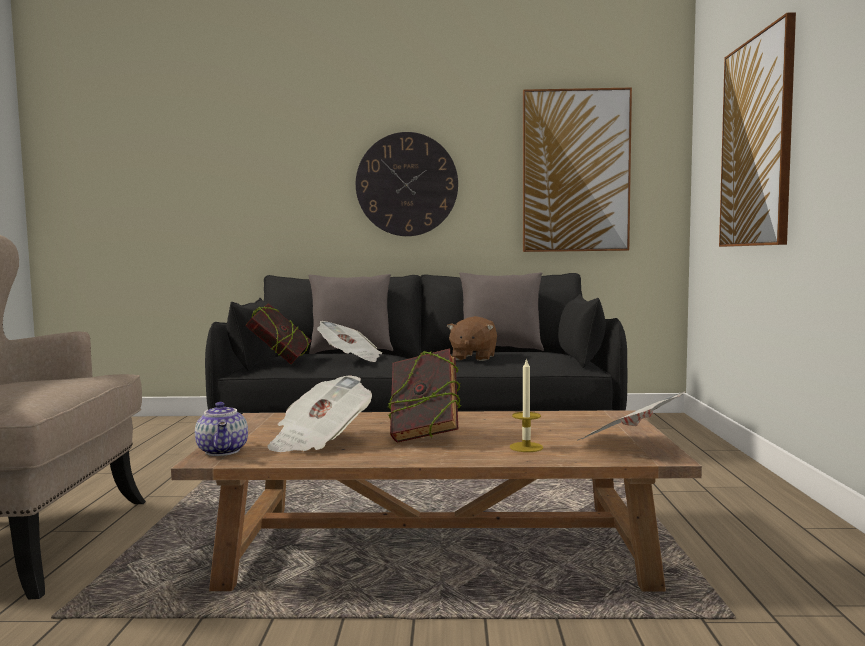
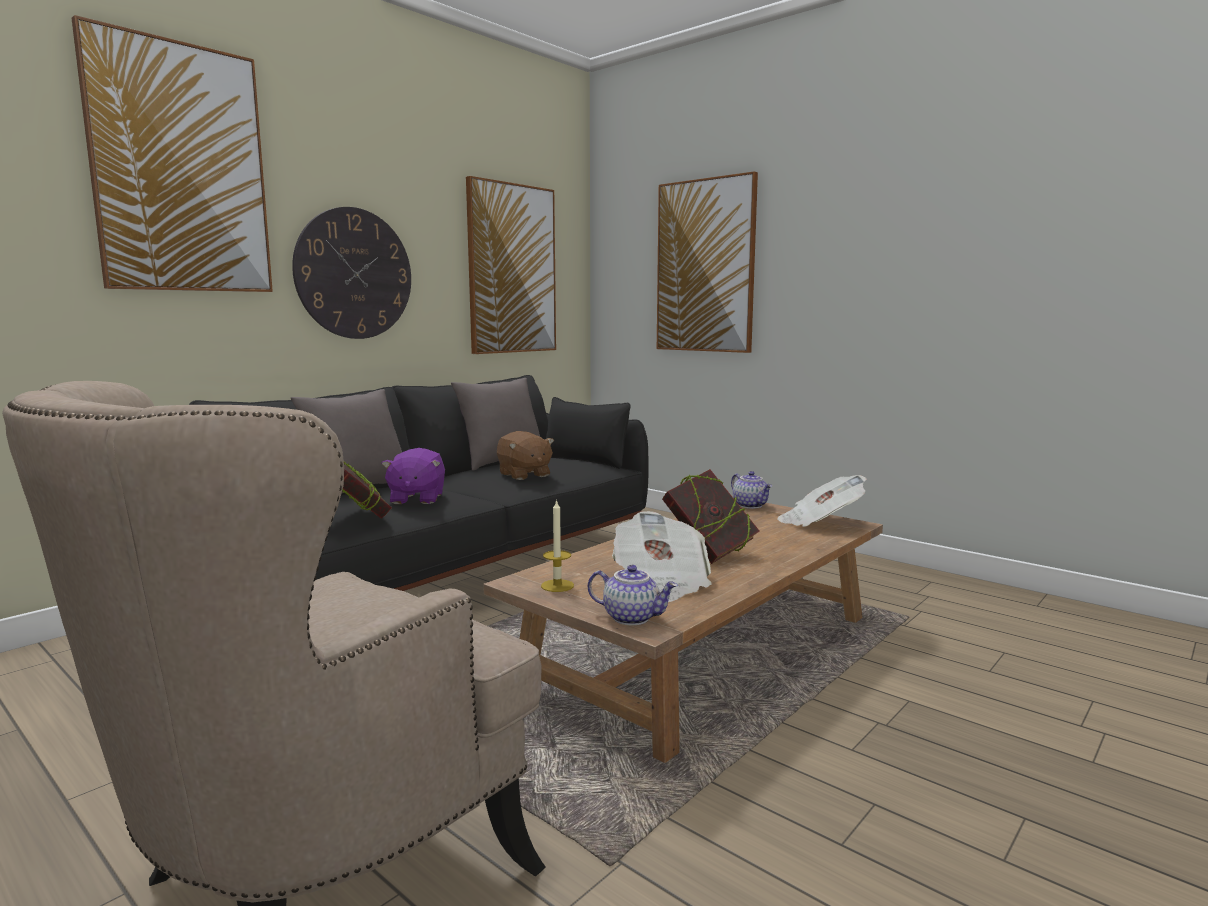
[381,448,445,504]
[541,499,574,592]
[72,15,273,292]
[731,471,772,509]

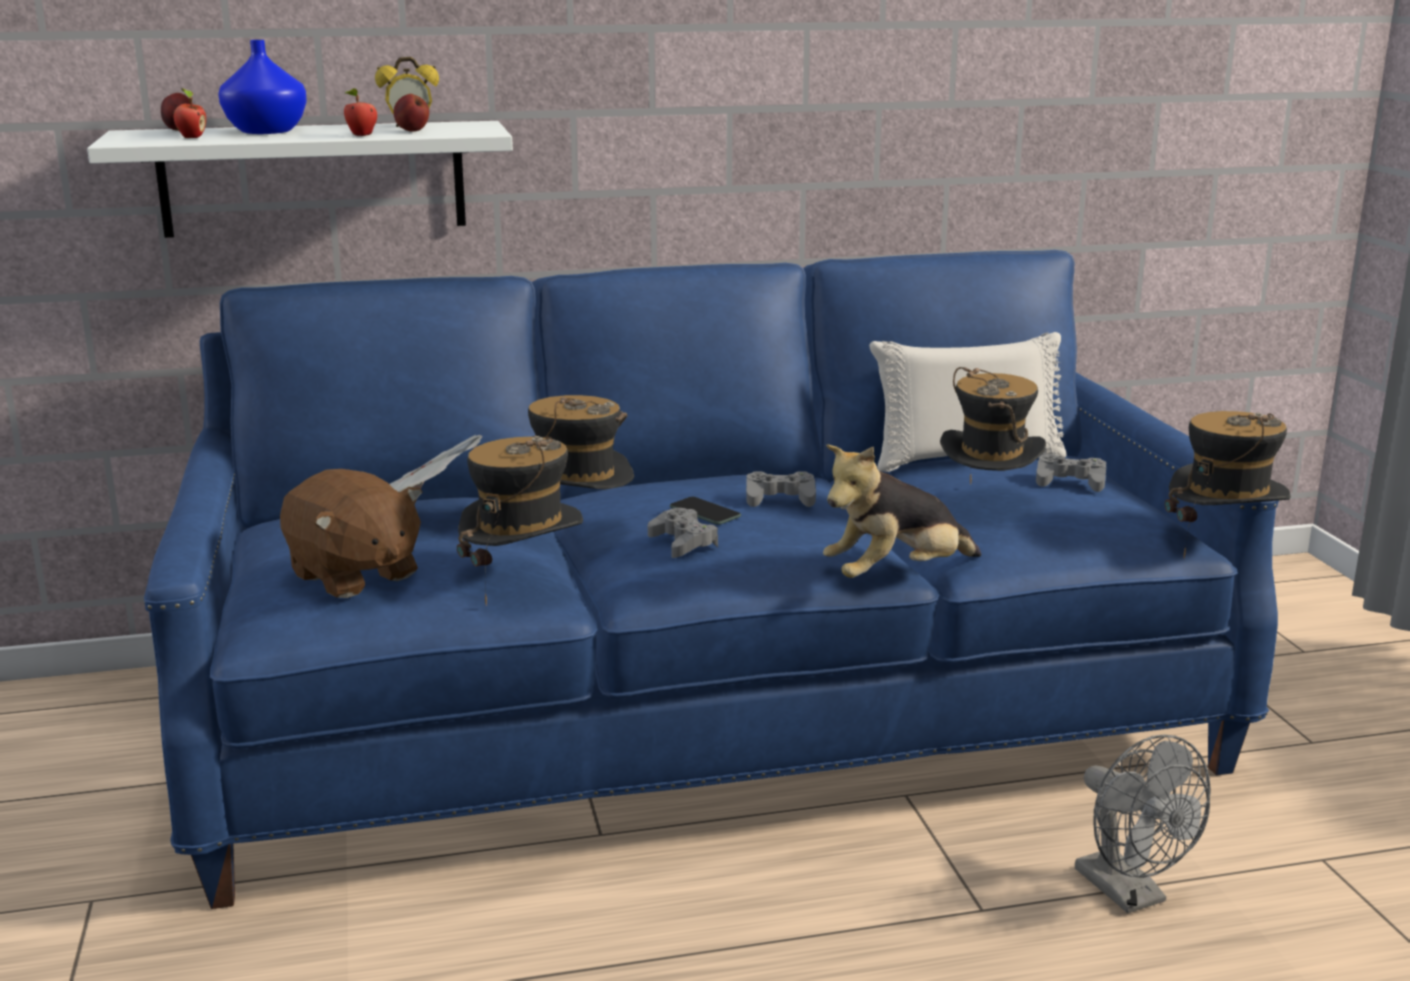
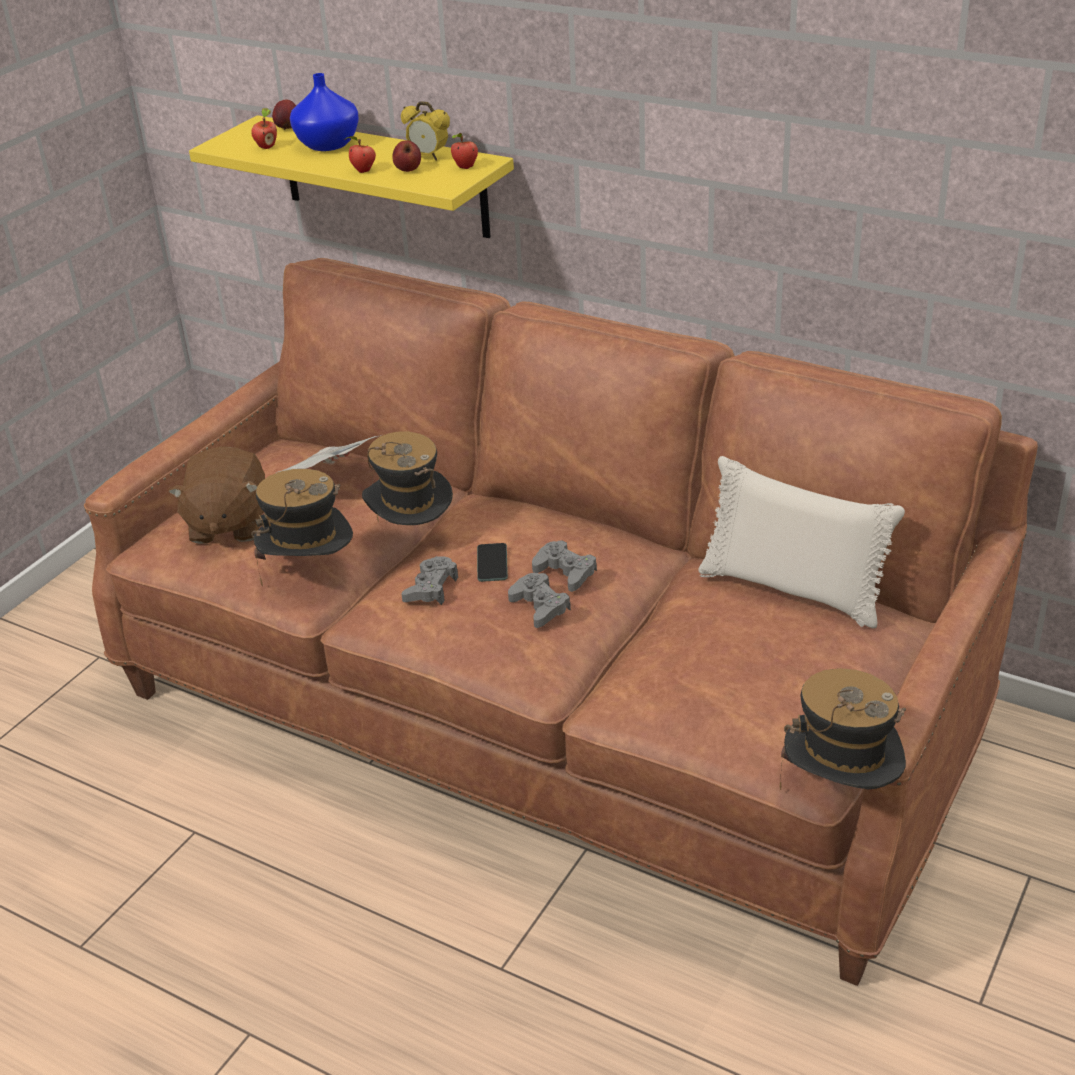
[189,115,514,238]
[84,258,1038,986]
[823,444,982,578] (first image)
[940,367,1046,485] (first image)
[508,573,571,628]
[1075,734,1211,914] (first image)
[451,133,478,169]

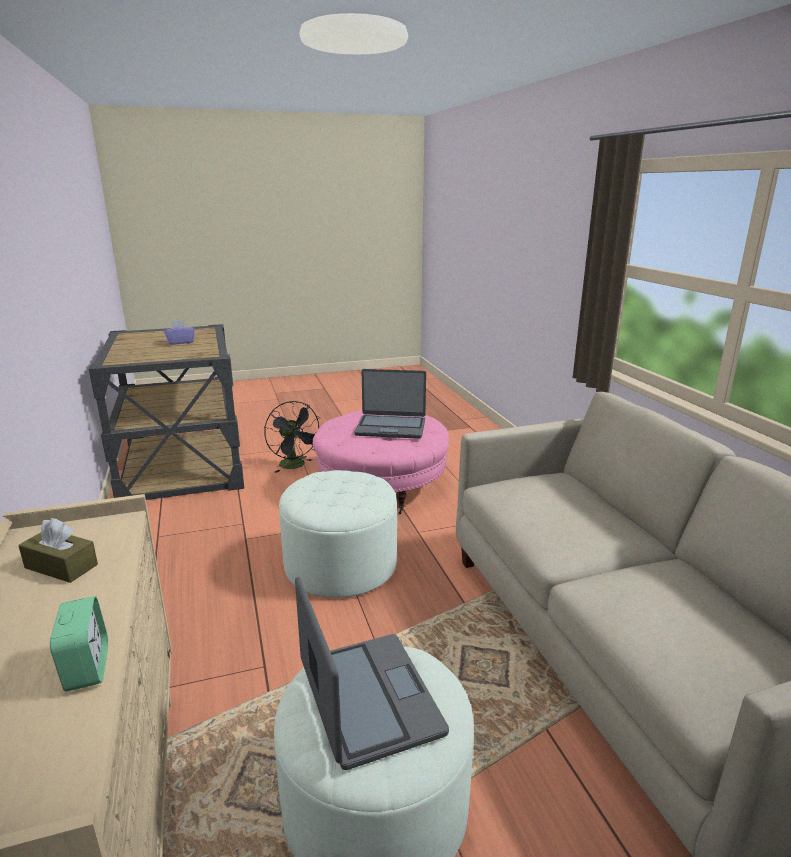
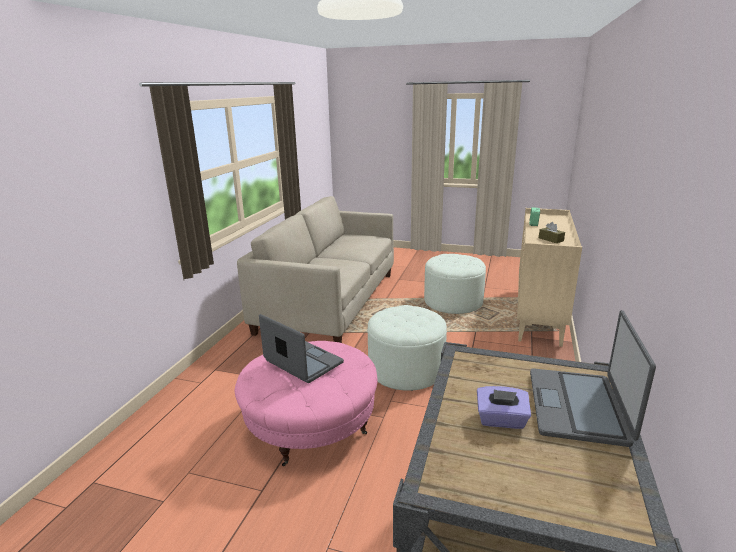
[265,401,321,473] (first image)
[530,310,656,447]

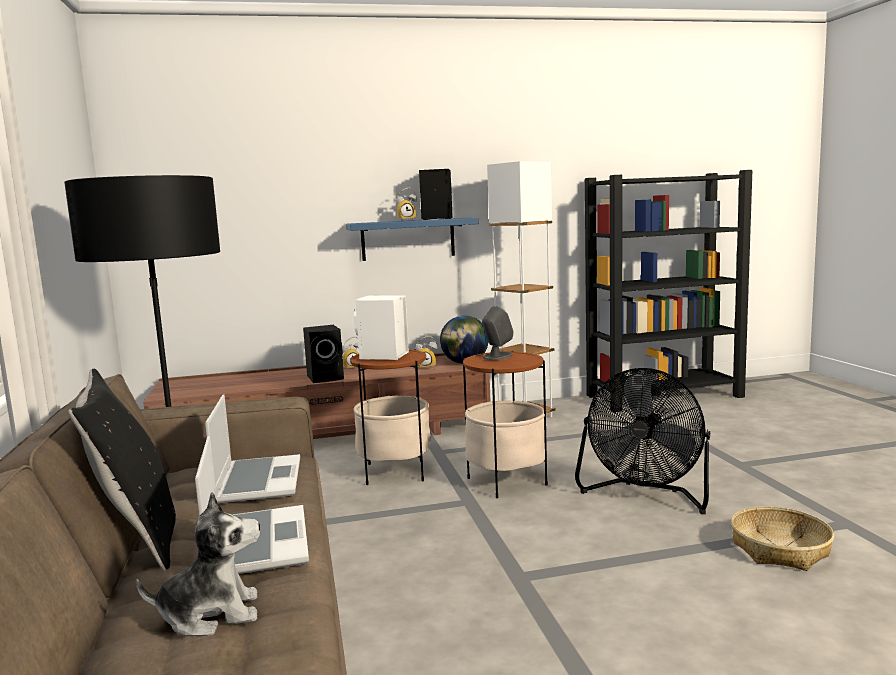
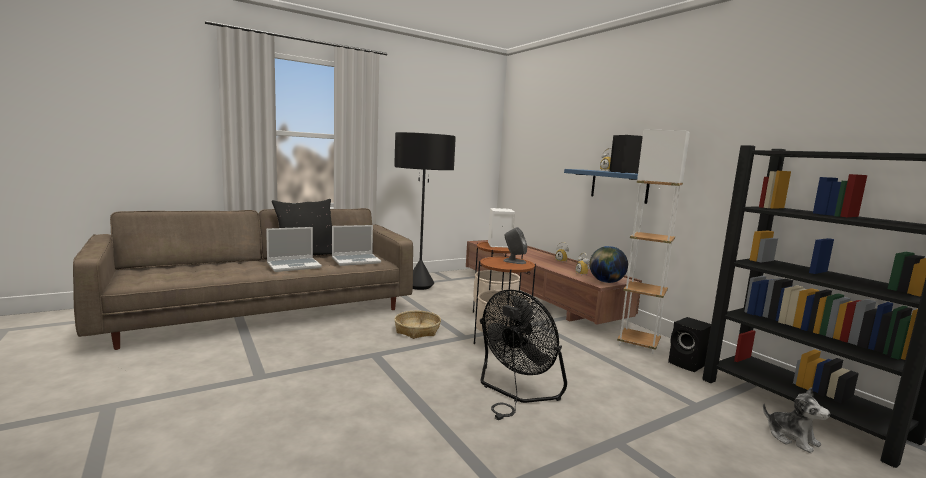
[763,387,830,453]
[668,317,711,372]
[480,290,567,420]
[394,311,441,339]

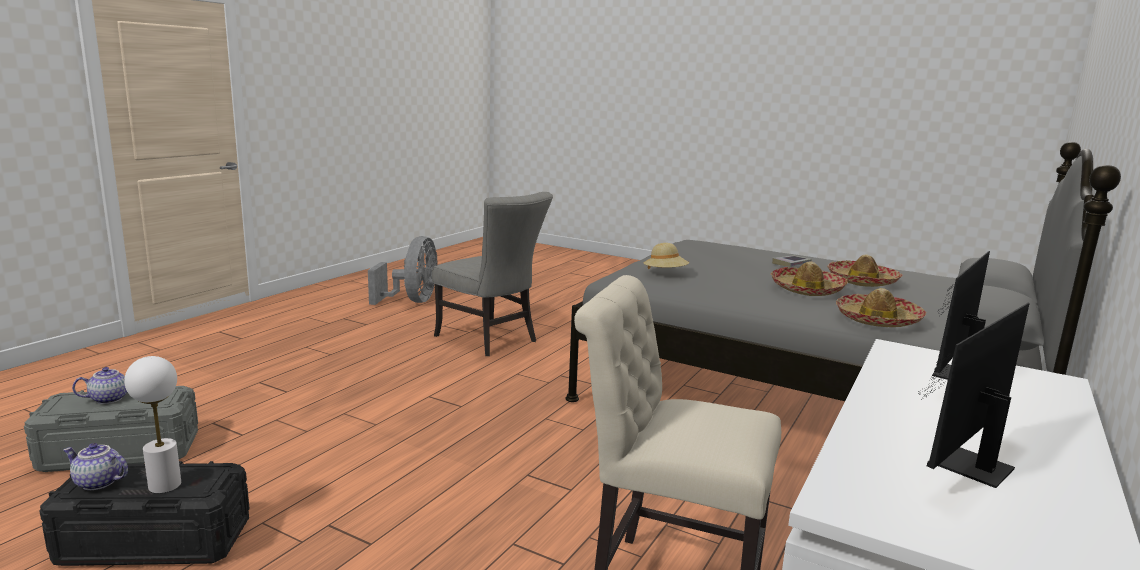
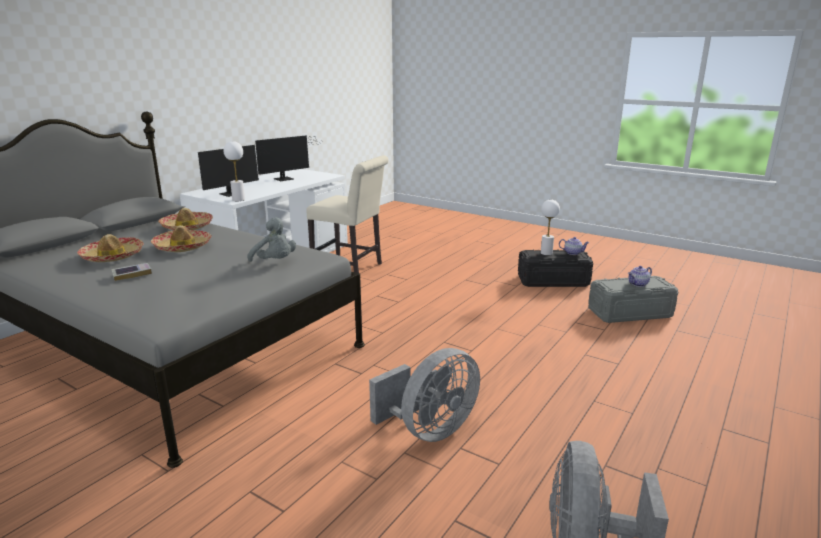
[369,348,480,442]
[247,217,296,262]
[223,141,245,201]

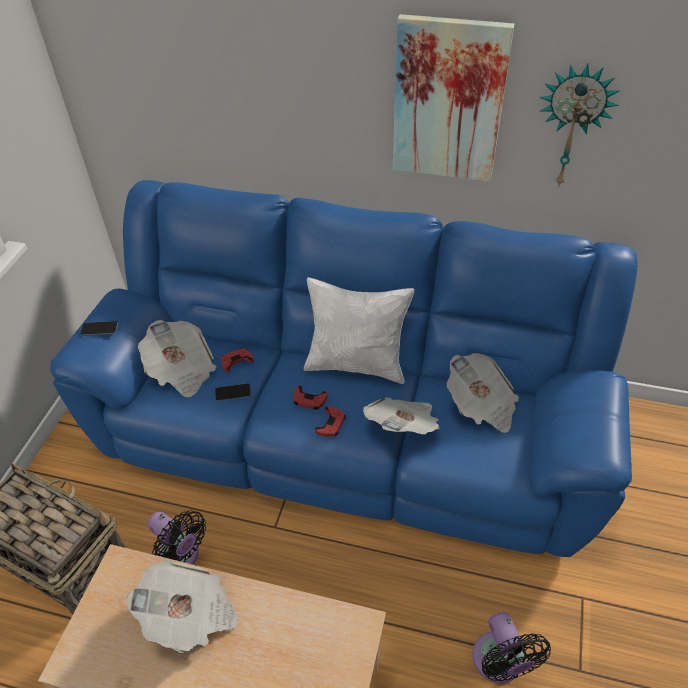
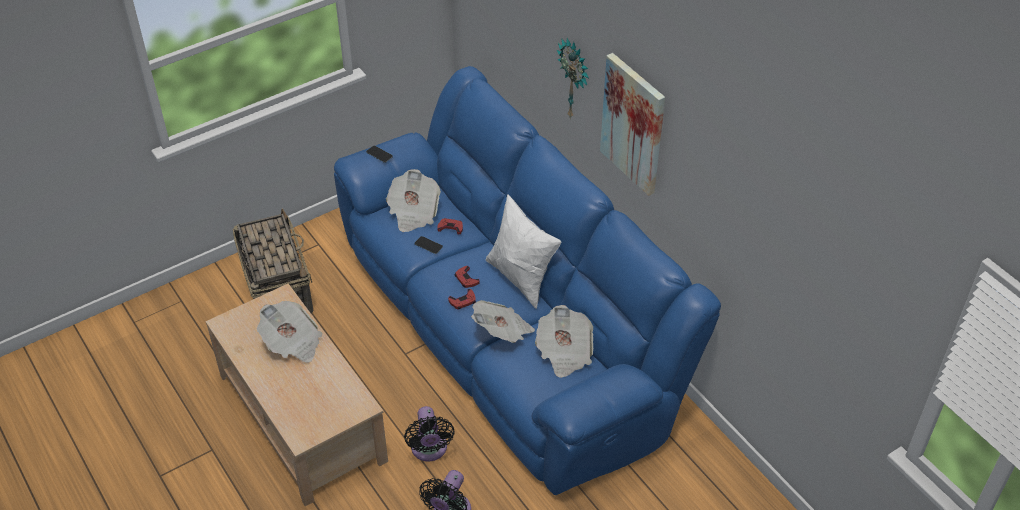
[404,406,455,461]
[557,38,589,118]

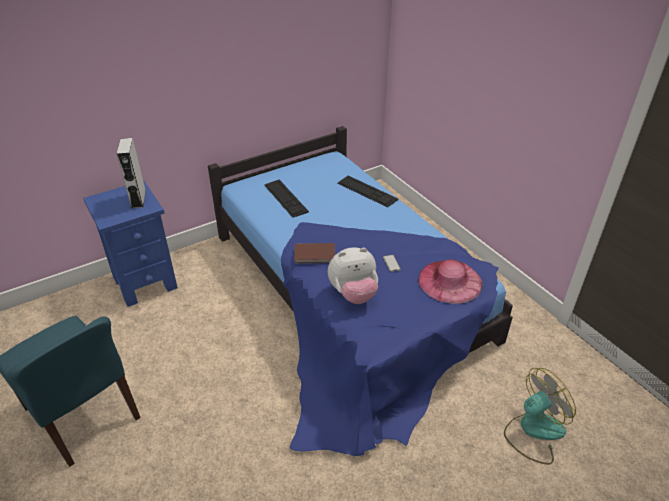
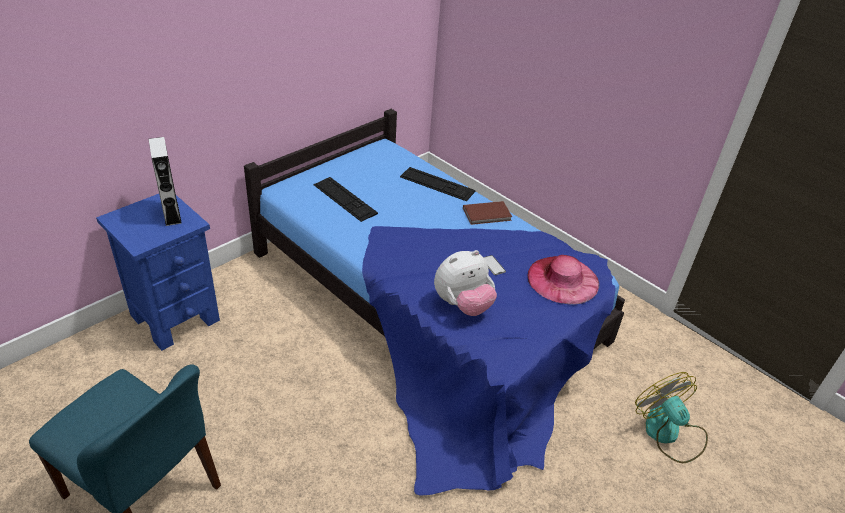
[463,201,512,225]
[635,372,708,463]

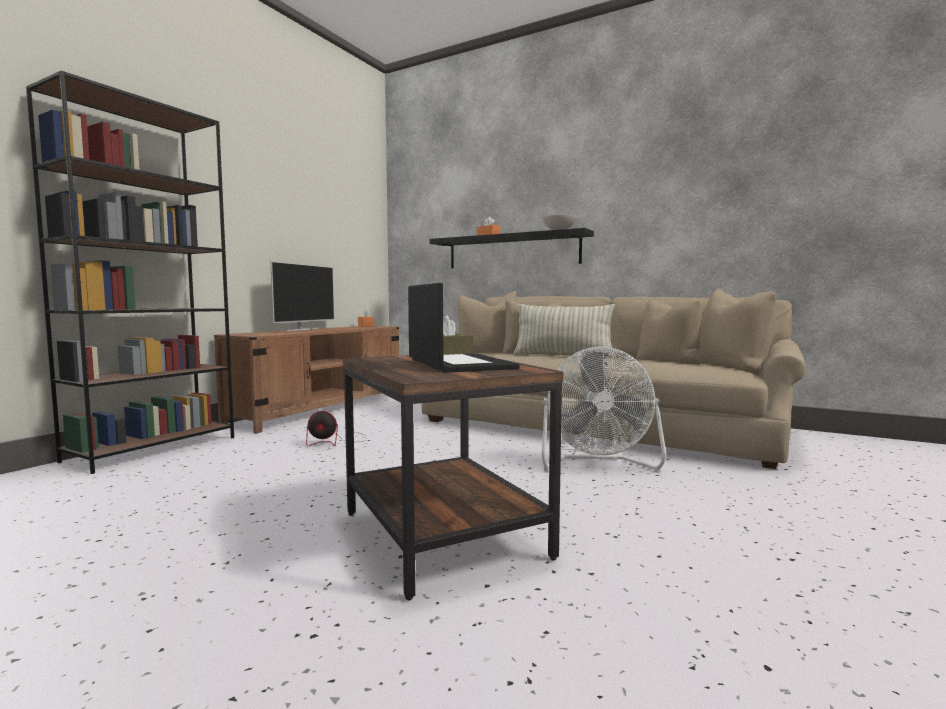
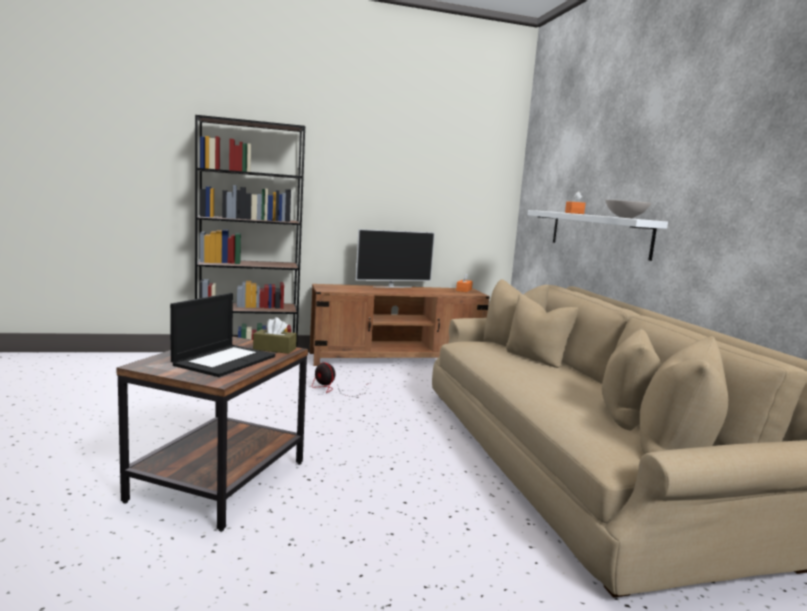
[527,210,668,261]
[514,304,615,358] (first image)
[542,347,666,473] (first image)

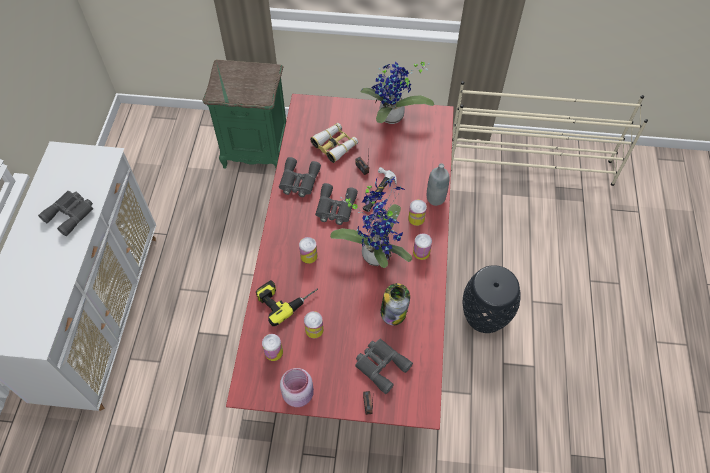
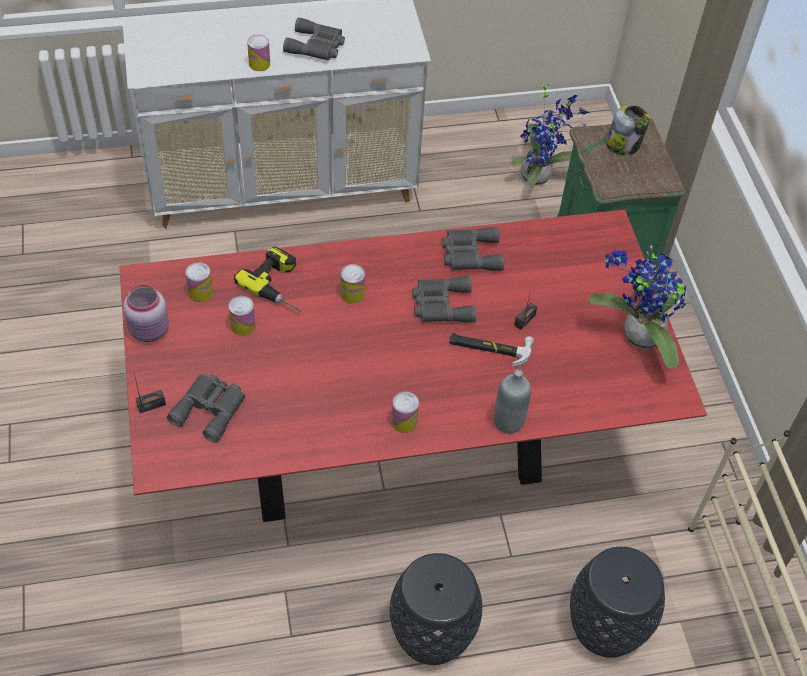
[310,123,358,163] (first image)
[510,80,590,186]
[606,105,650,155]
[247,35,270,71]
[570,547,665,658]

